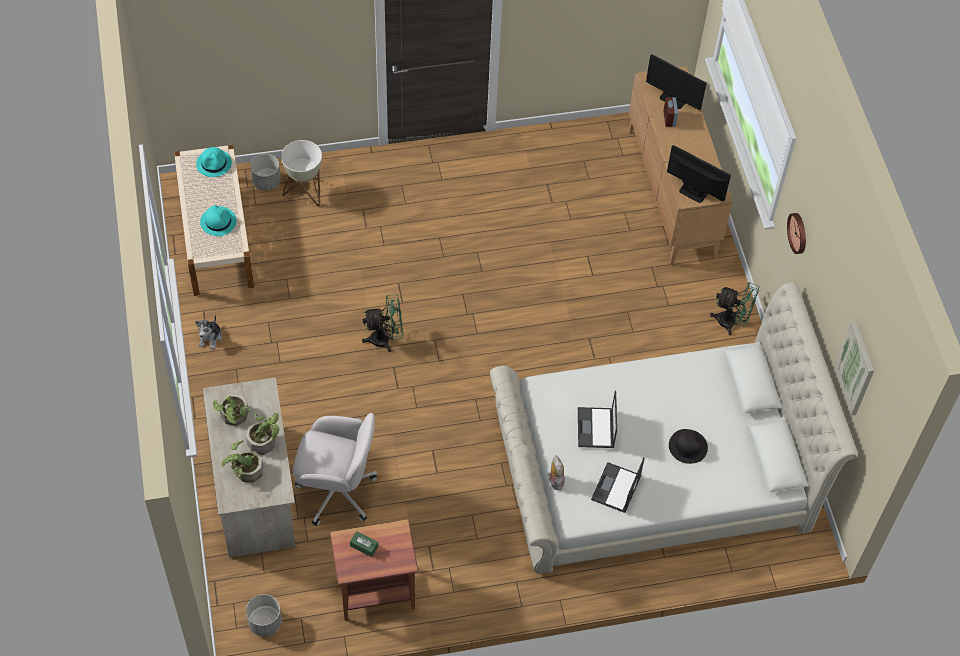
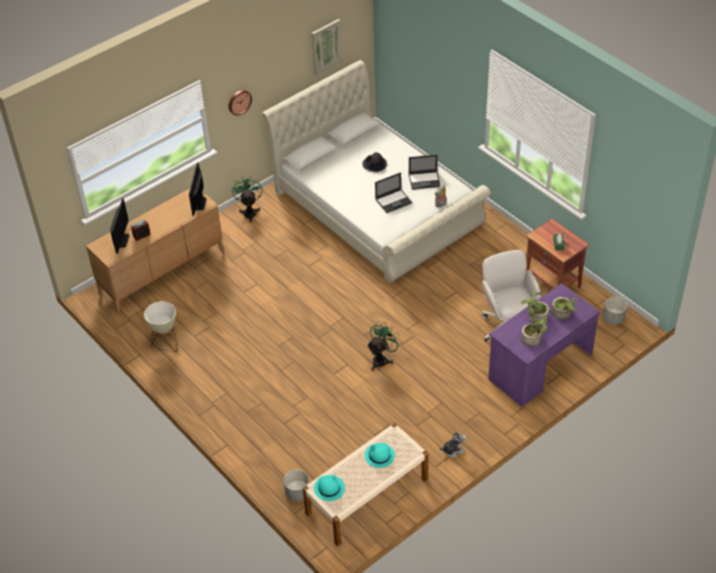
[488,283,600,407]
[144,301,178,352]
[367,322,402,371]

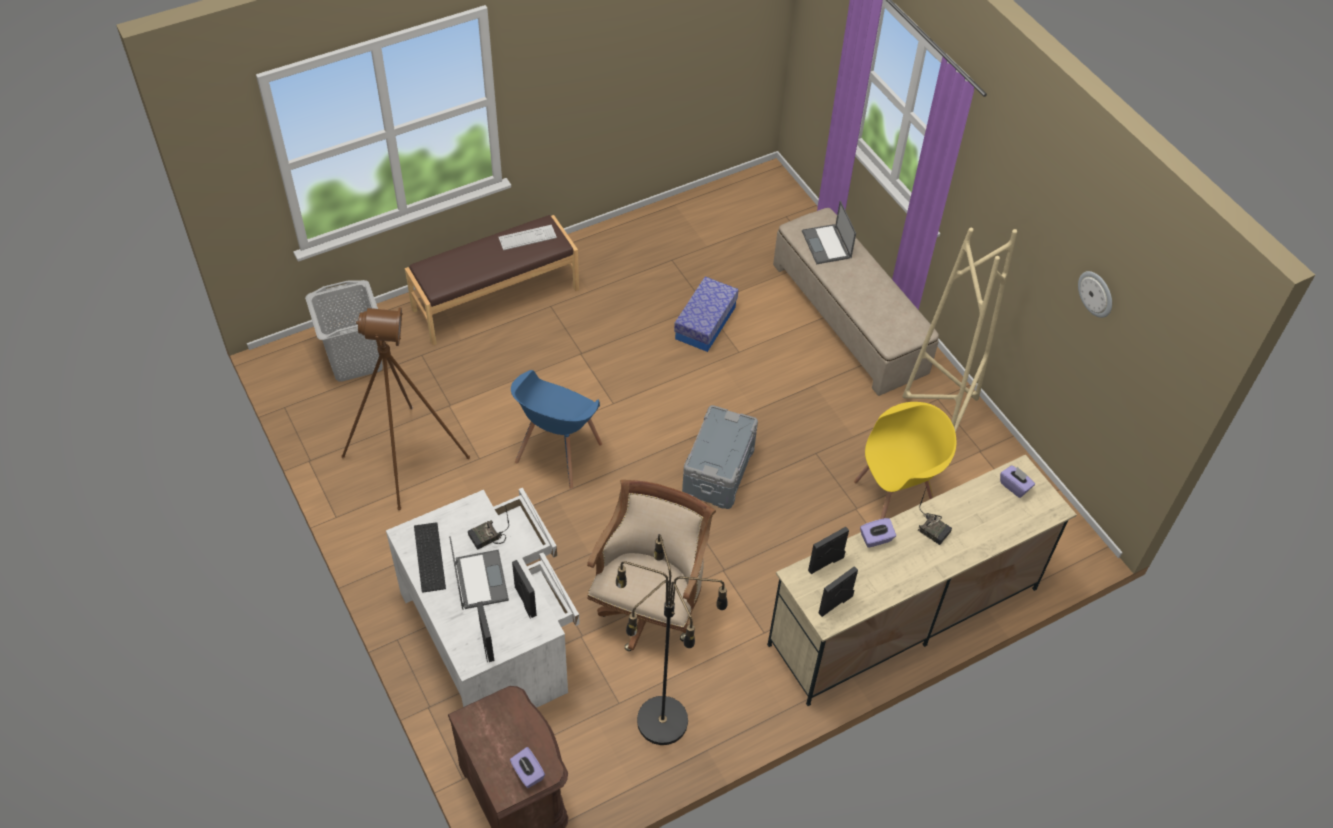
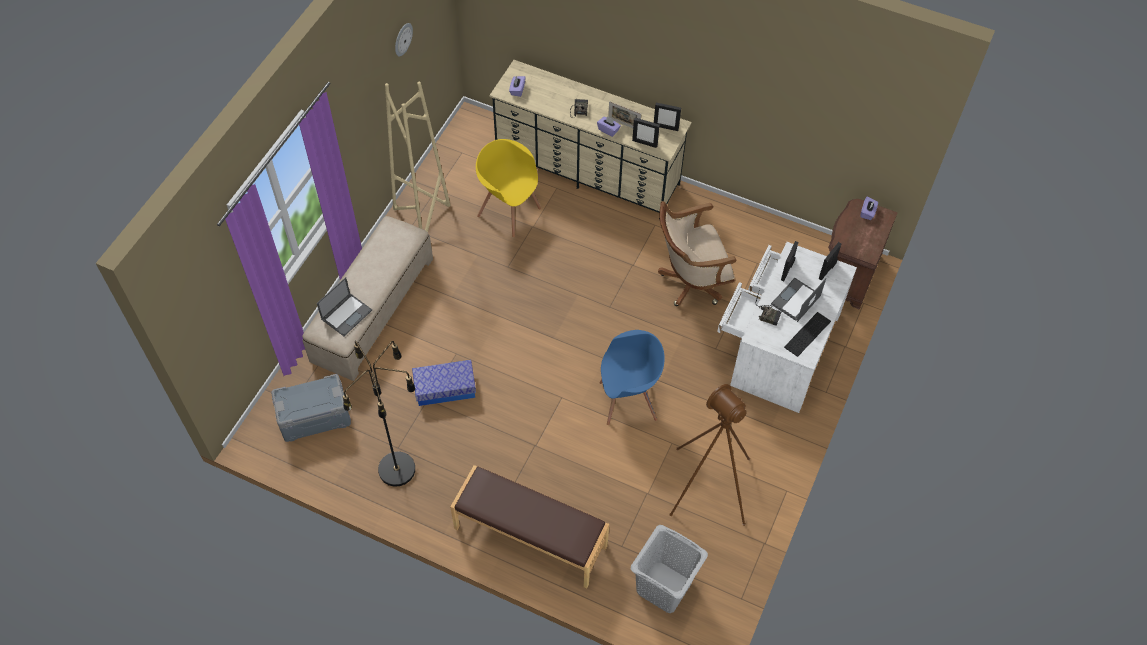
[498,225,557,250] (first image)
[343,341,415,487]
[271,374,351,442]
[608,101,641,128]

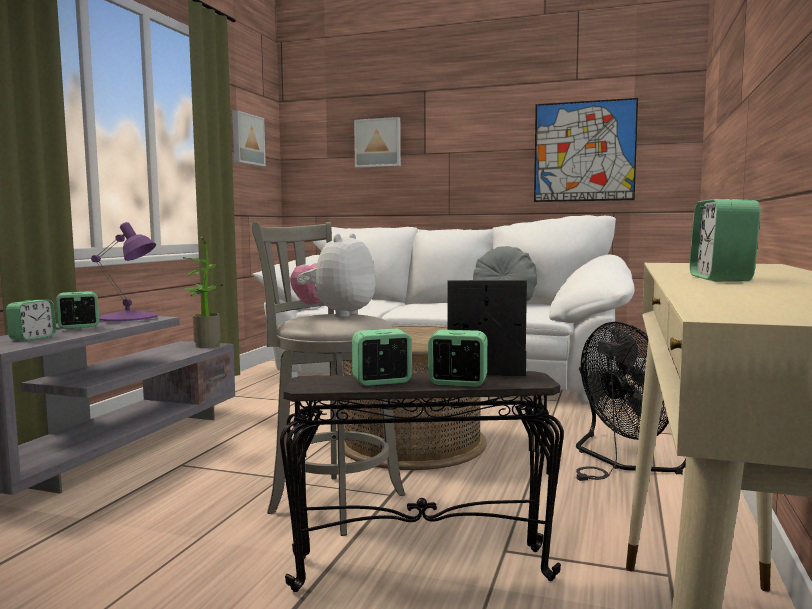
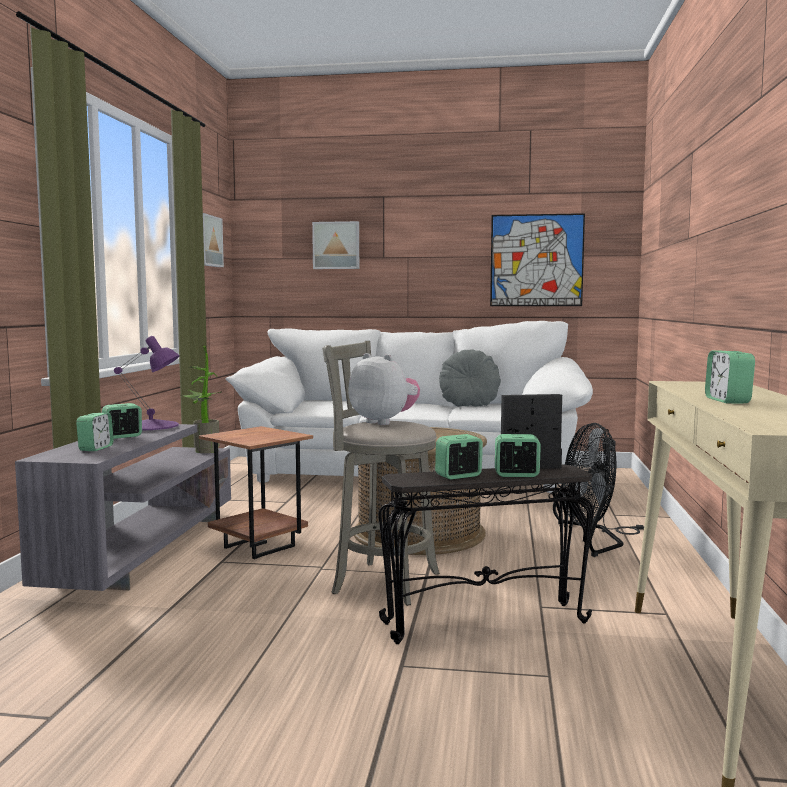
[348,353,420,425]
[553,423,644,557]
[199,426,313,559]

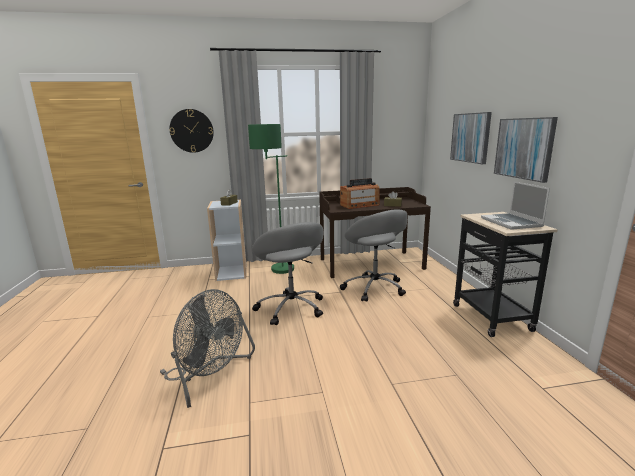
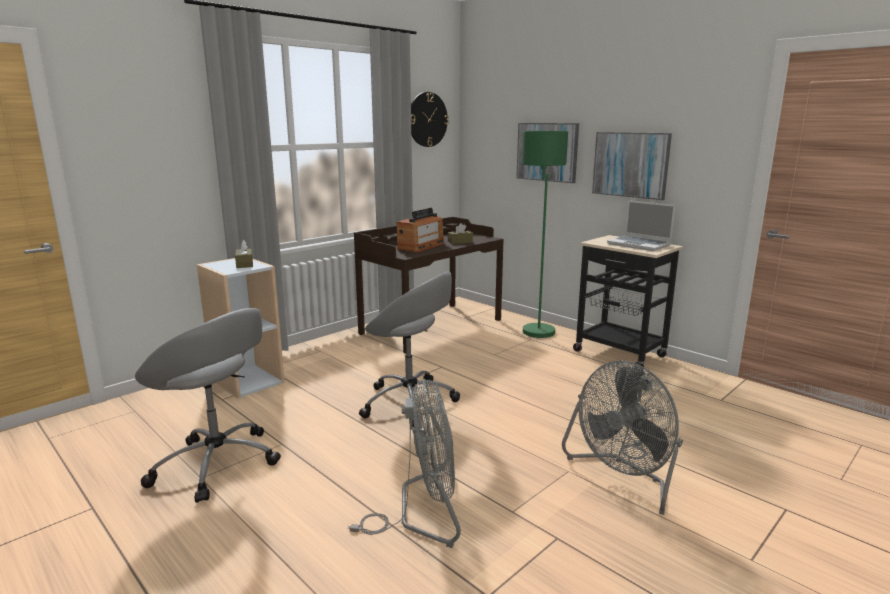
[411,92,449,147]
[522,131,568,338]
[135,308,281,503]
[562,361,683,515]

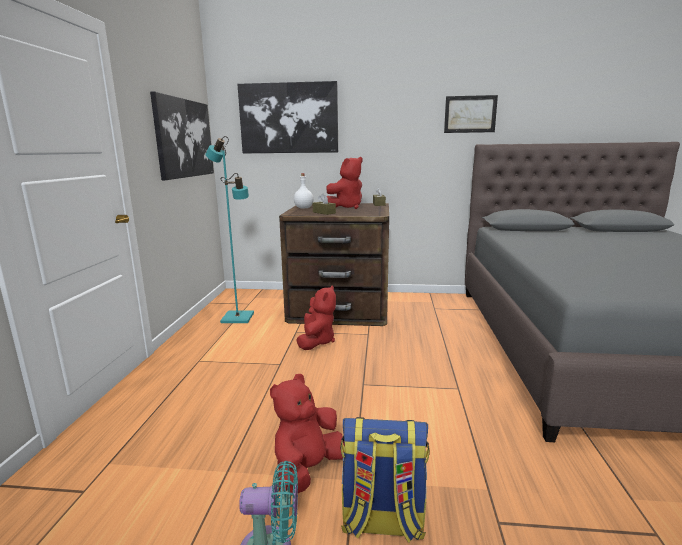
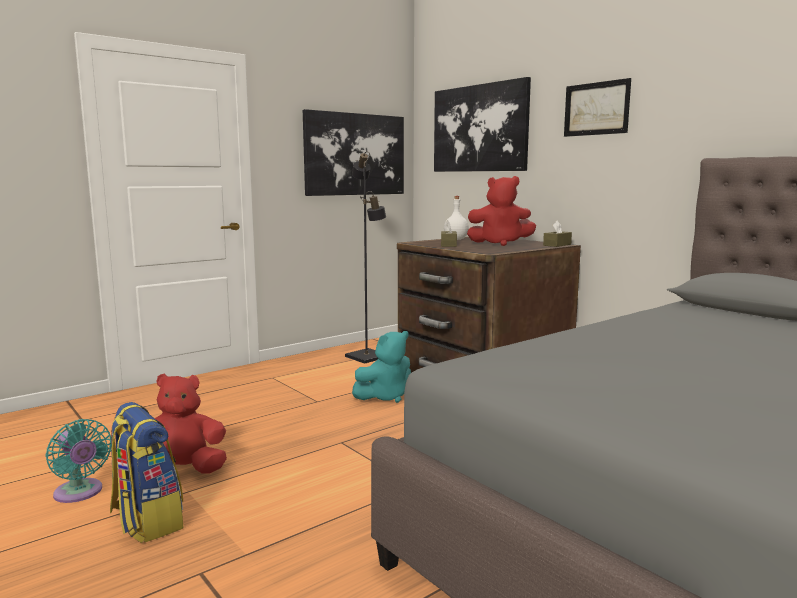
[345,151,386,364]
[352,331,411,403]
[564,78,631,137]

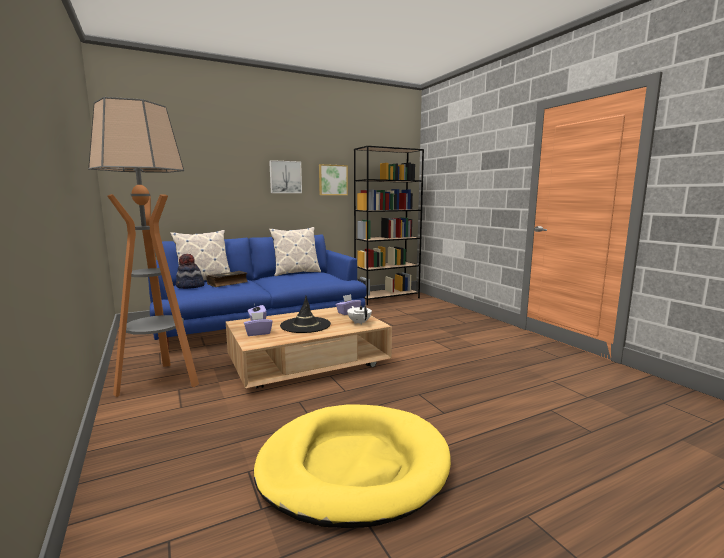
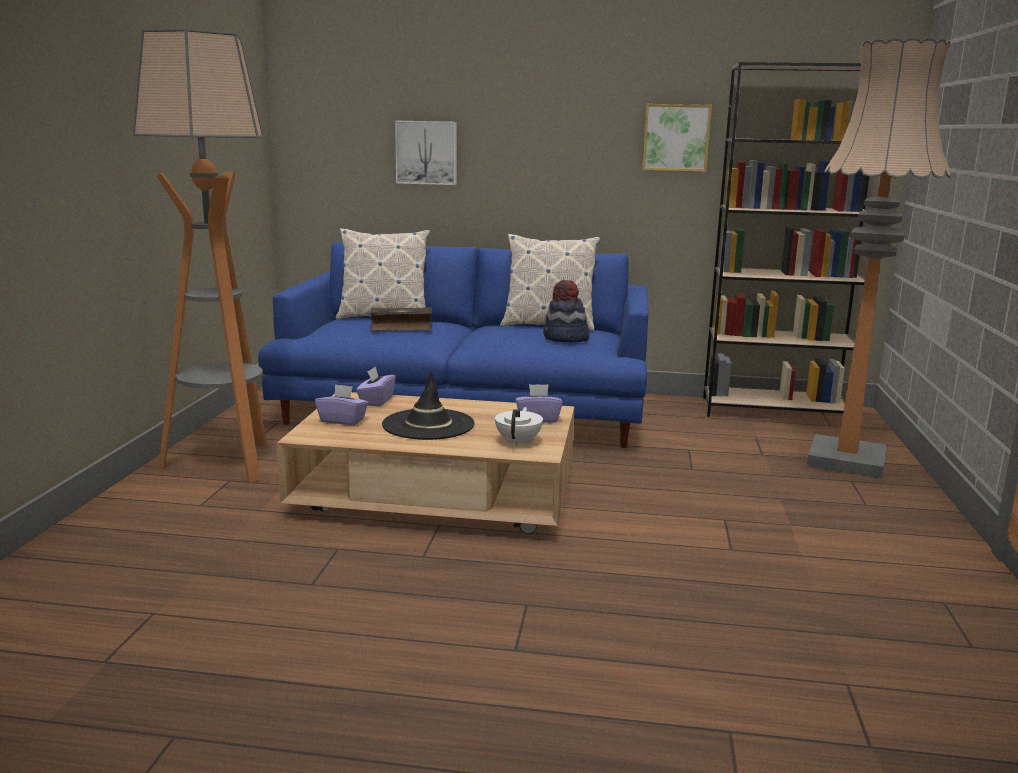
[543,280,589,343]
[254,404,451,528] (first image)
[395,121,457,185]
[807,38,951,479]

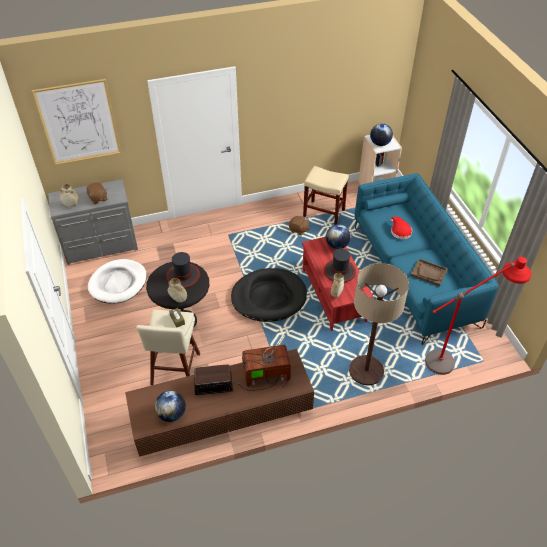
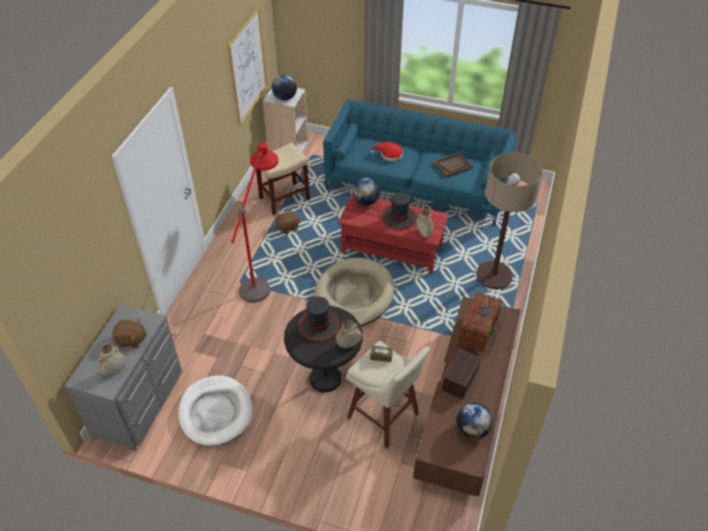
[227,8,268,125]
[314,258,395,326]
[231,143,278,302]

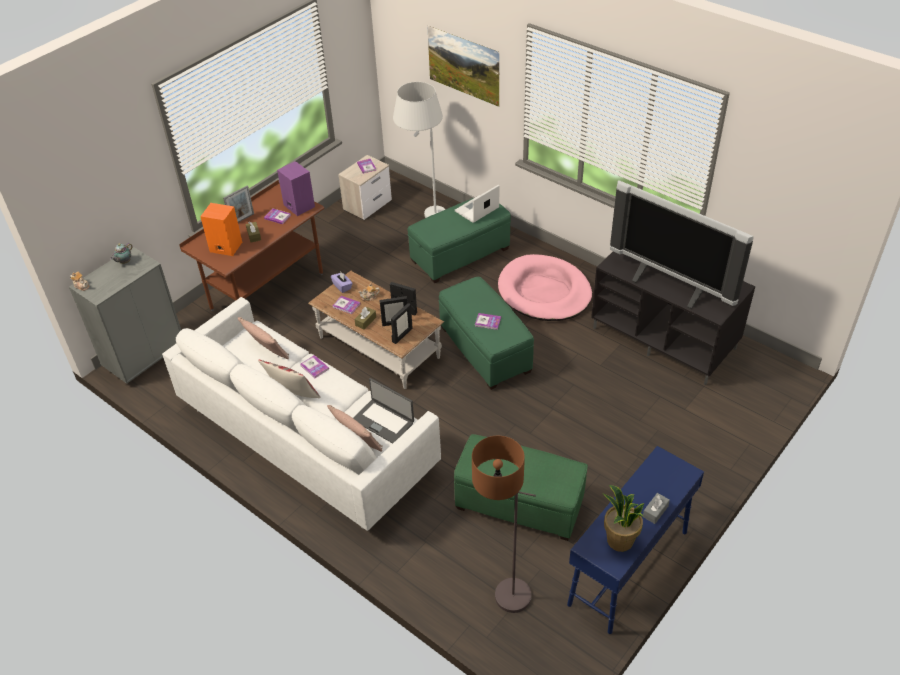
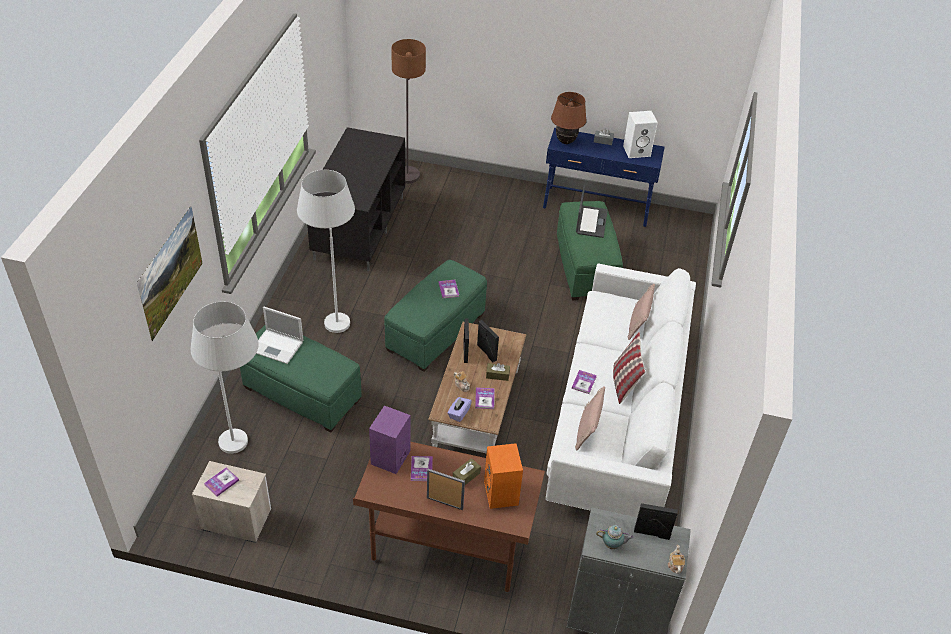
[576,185,608,238]
[634,503,678,540]
[391,39,426,184]
[297,170,355,333]
[623,111,658,158]
[610,180,754,309] (first image)
[551,92,587,144]

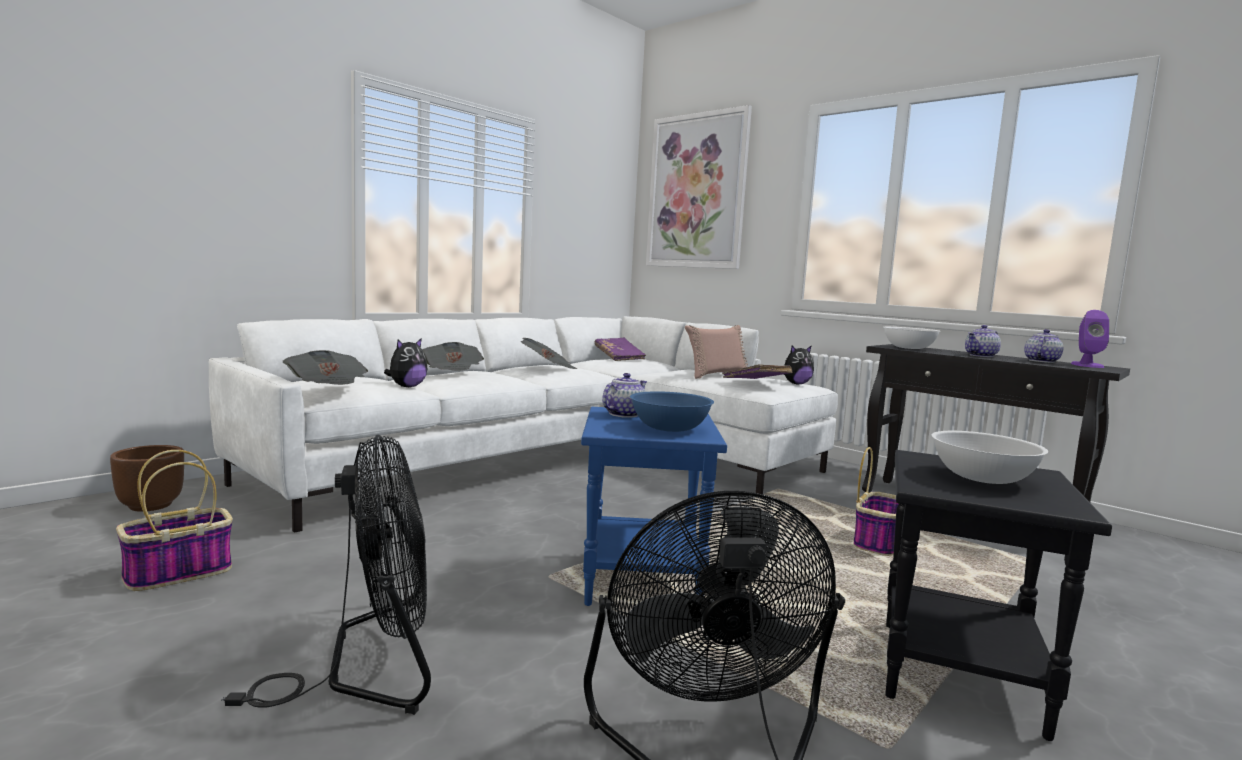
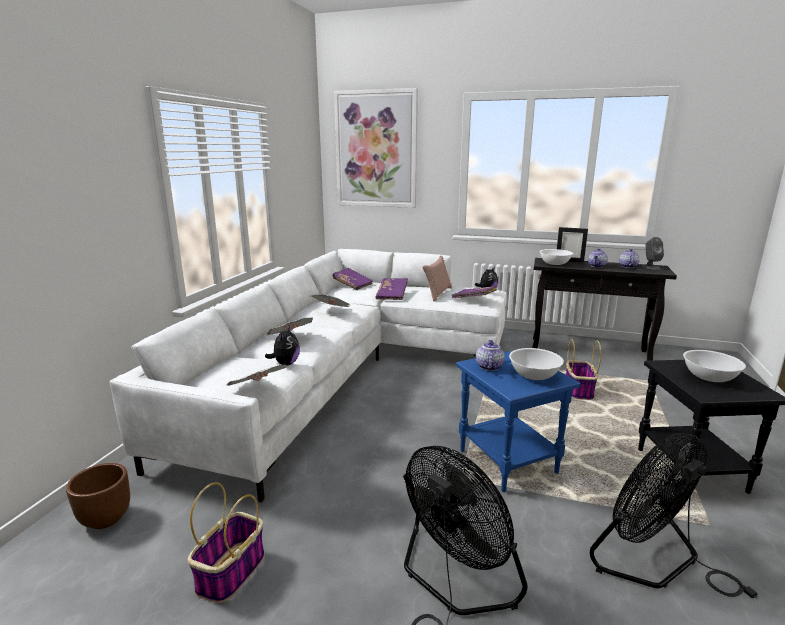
[509,348,564,380]
[641,237,664,270]
[375,278,408,300]
[557,227,588,262]

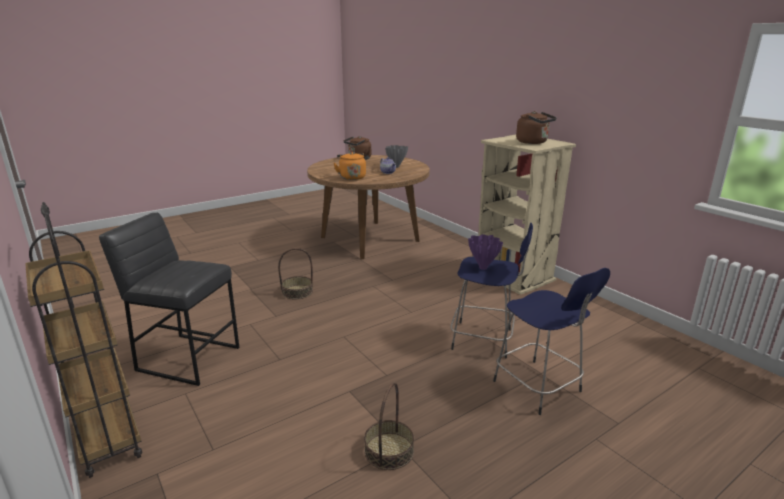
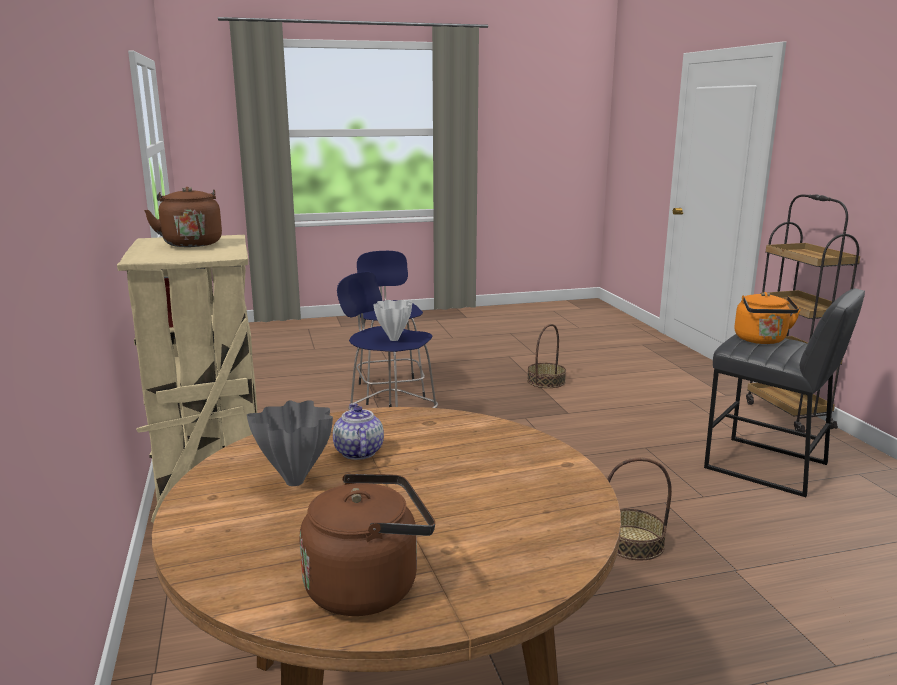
[734,292,801,344]
[373,300,412,341]

